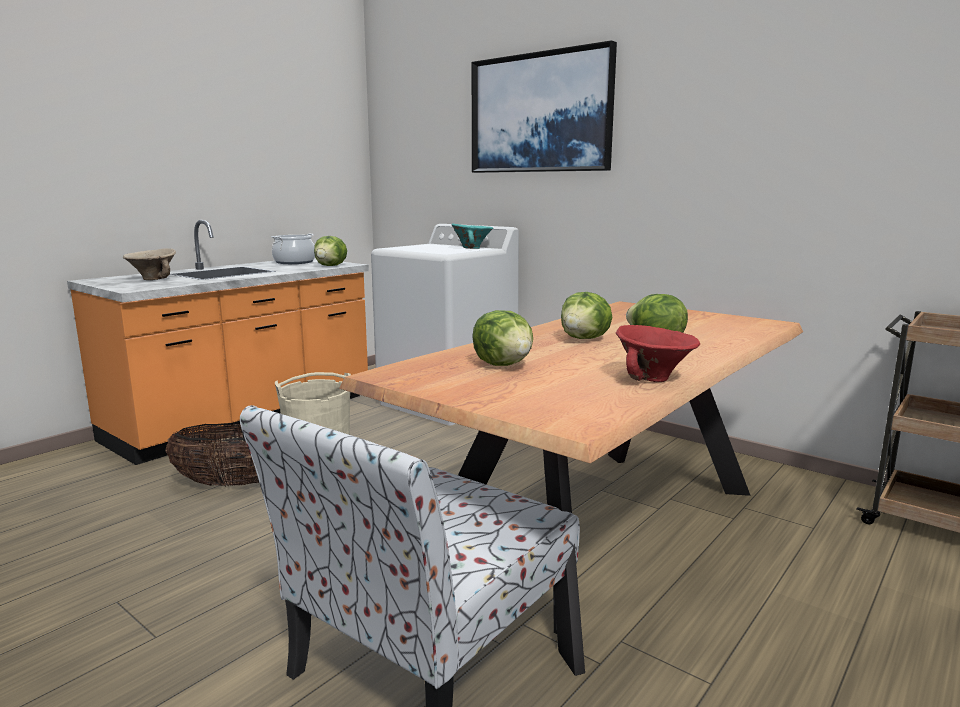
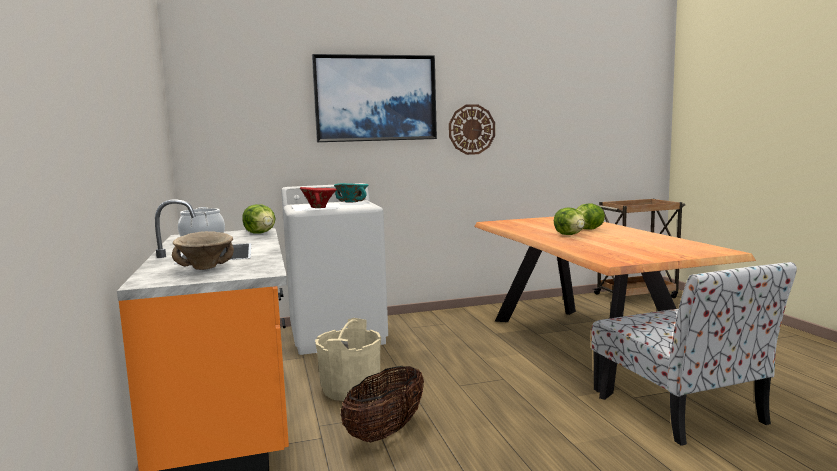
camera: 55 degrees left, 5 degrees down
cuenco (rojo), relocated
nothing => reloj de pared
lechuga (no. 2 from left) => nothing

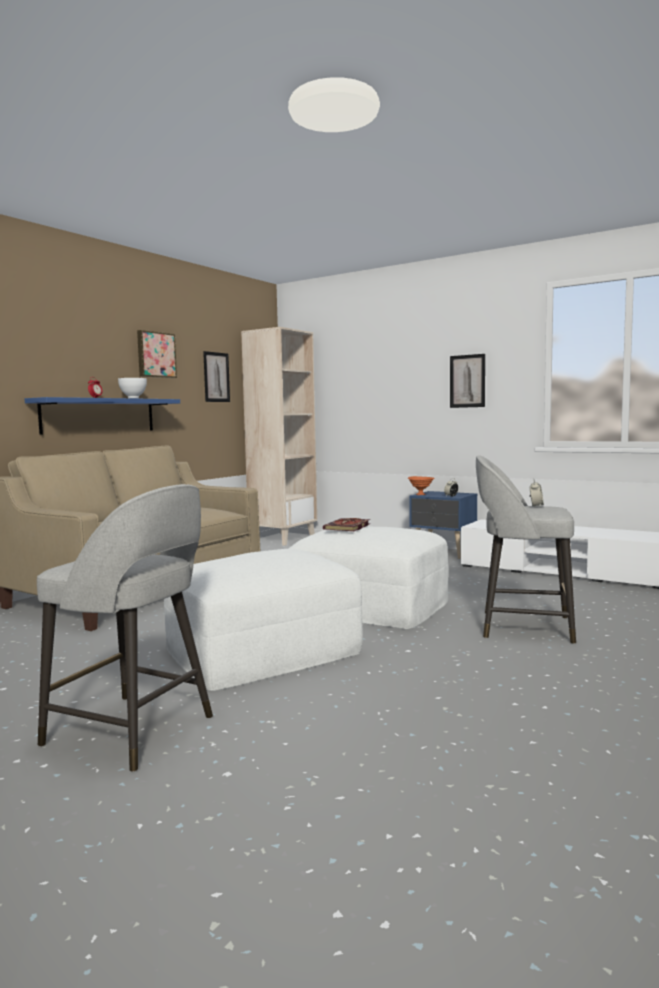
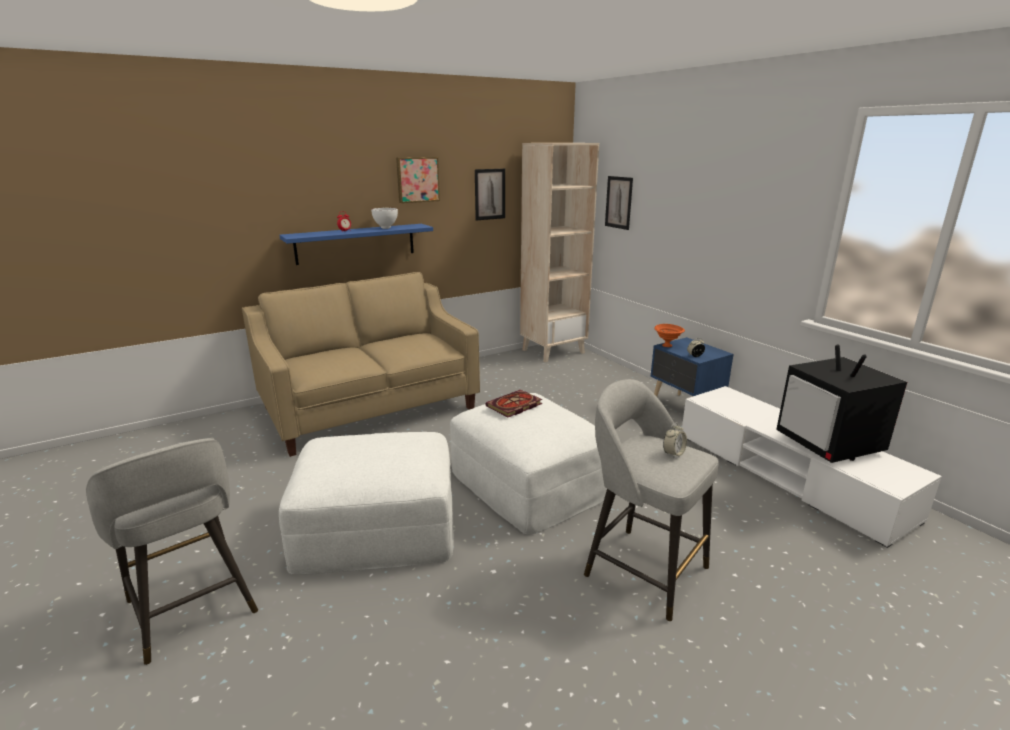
camera: 25 degrees right, 15 degrees up
cuadro (no. 3 from left), relocated
nothing => televisor

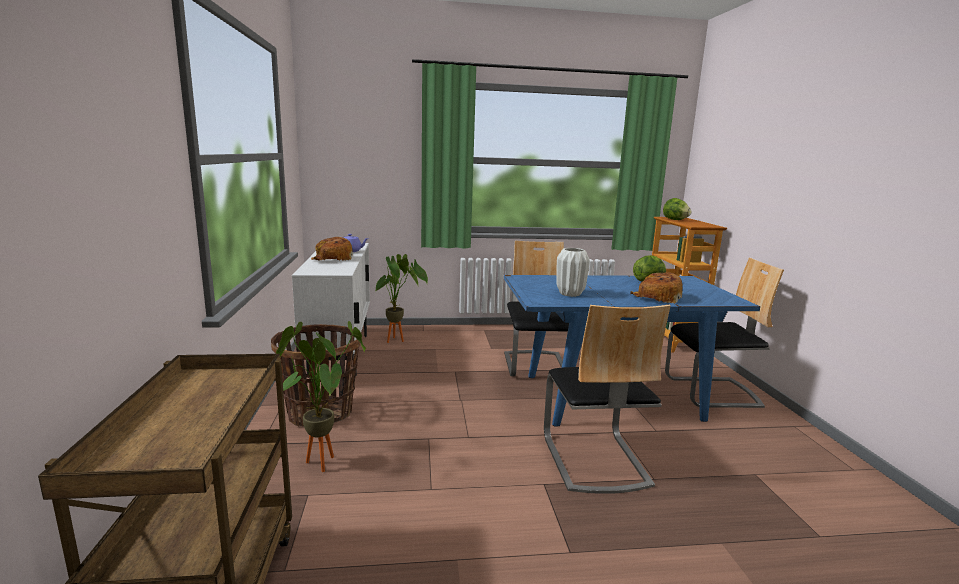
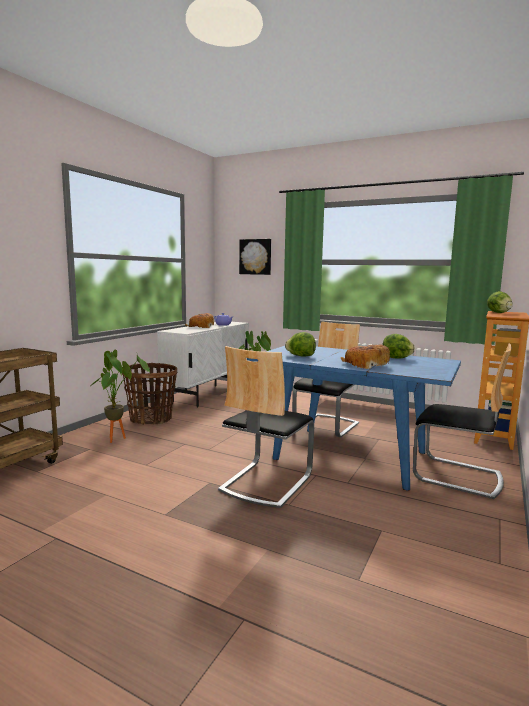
camera: 35 degrees right, 5 degrees down
nothing => cuadro
florero (blanco) => lechuga (no. 1 from left)

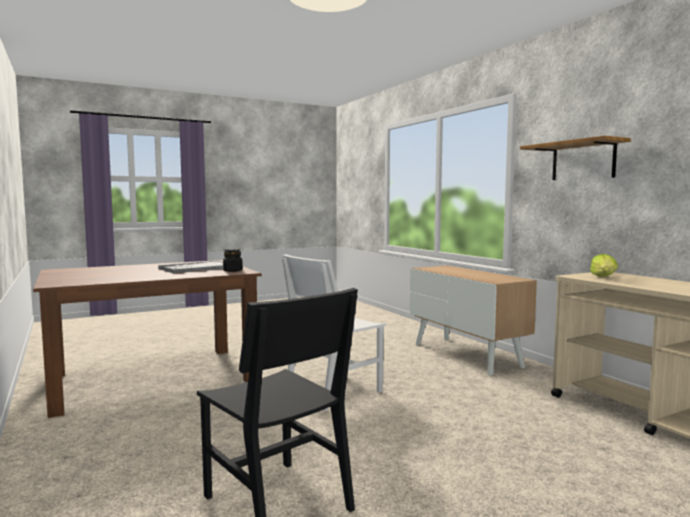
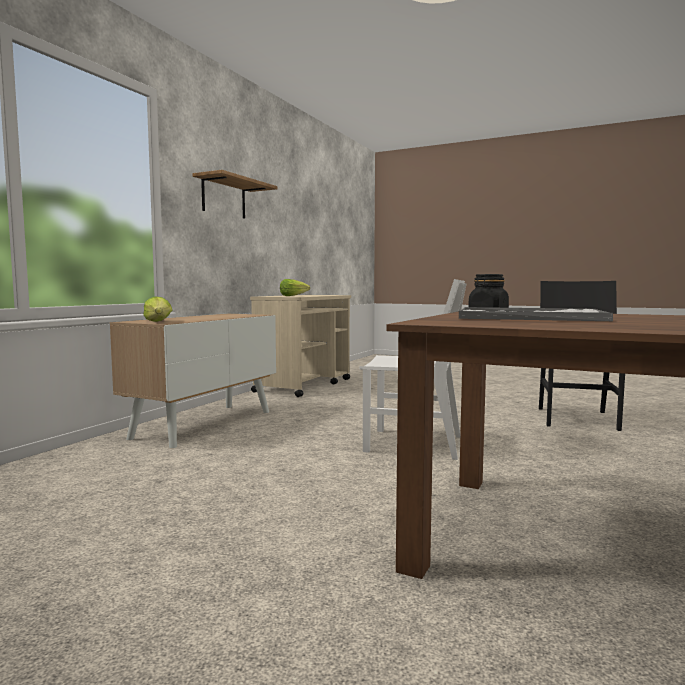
camera: 125 degrees left, 0 degrees up
nothing => lechuga (no. 1 from left)

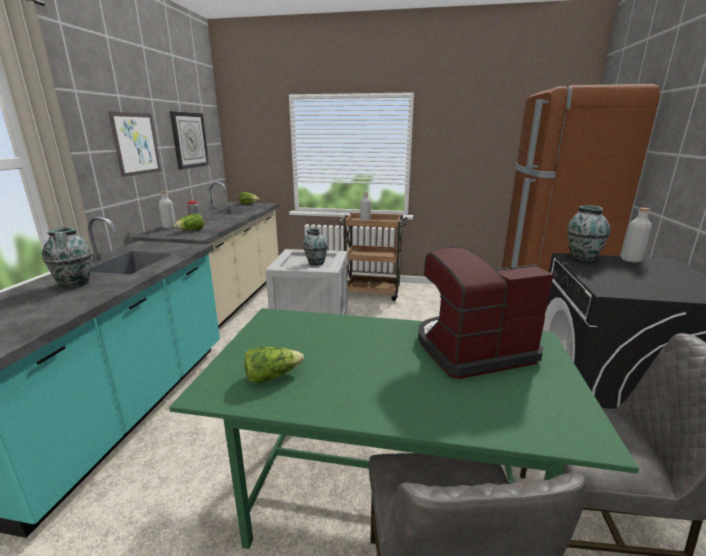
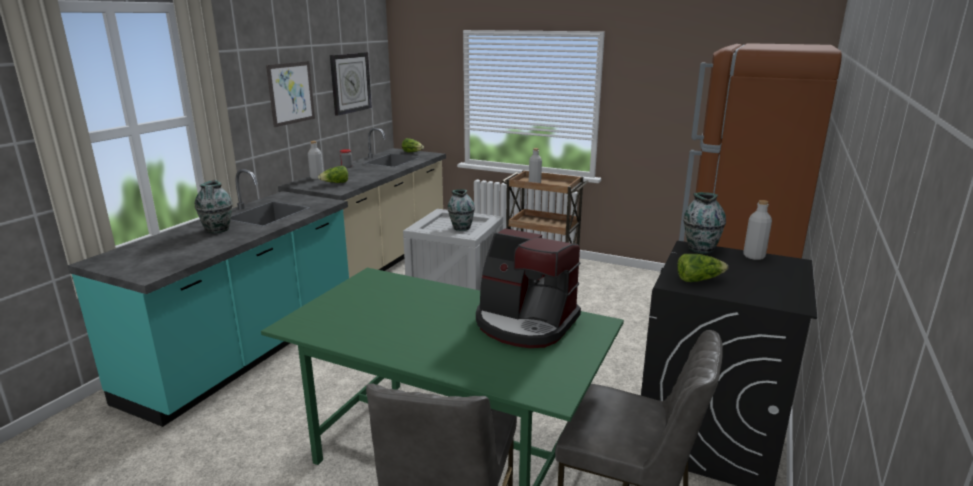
camera: 15 degrees right, 0 degrees up
cafetera, 150 degrees counterclockwise
lechuga (no. 3 from left), relocated

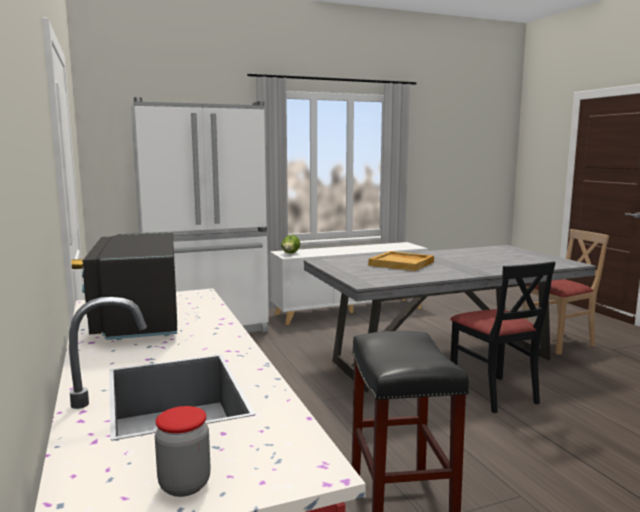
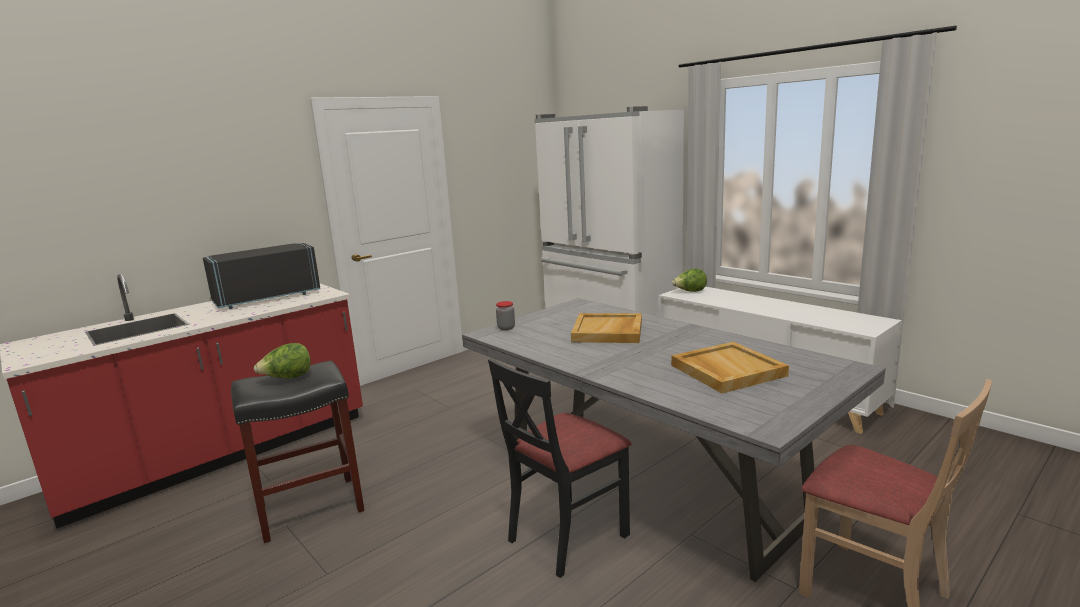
camera: 70 degrees right, 5 degrees up
nothing => lechuga (no. 1 from left)
tarro, relocated
nothing => bandeja (beis) (no. 2 from left)

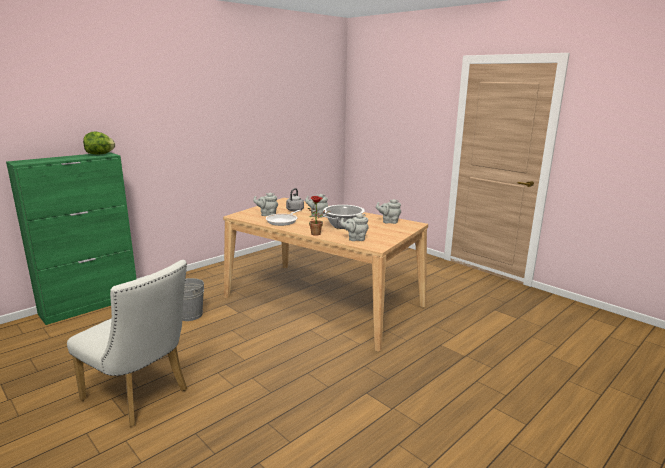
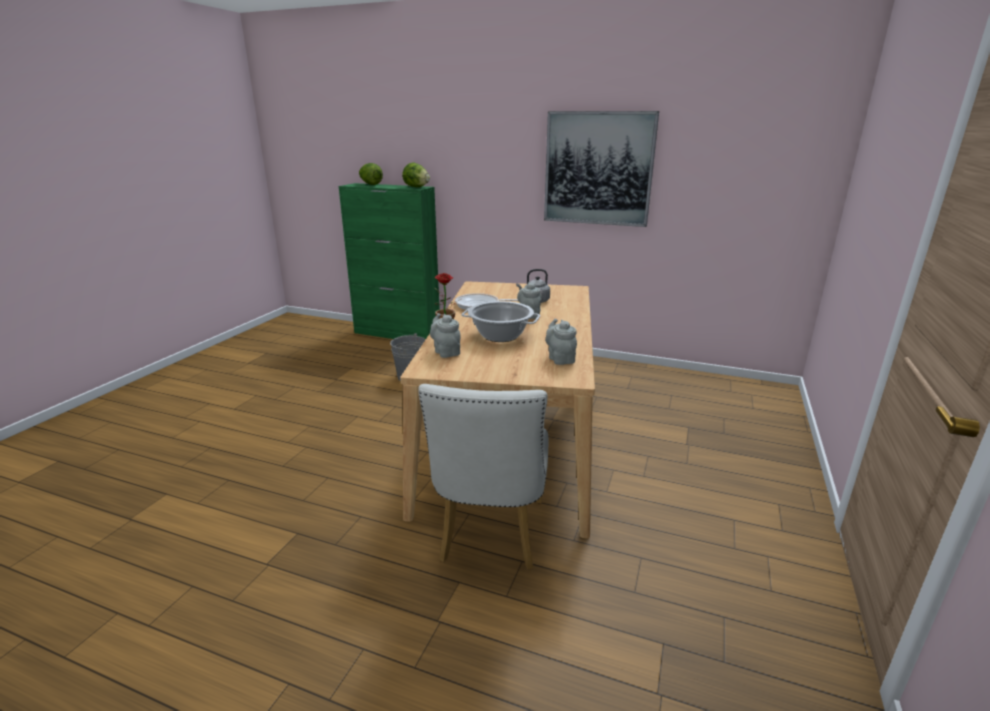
camera: 65 degrees right, 5 degrees up
nothing => lechuga (no. 1 from left)
silla (blanco), relocated
nothing => cuadro
tetera (gris) (no. 1 from left) => nothing

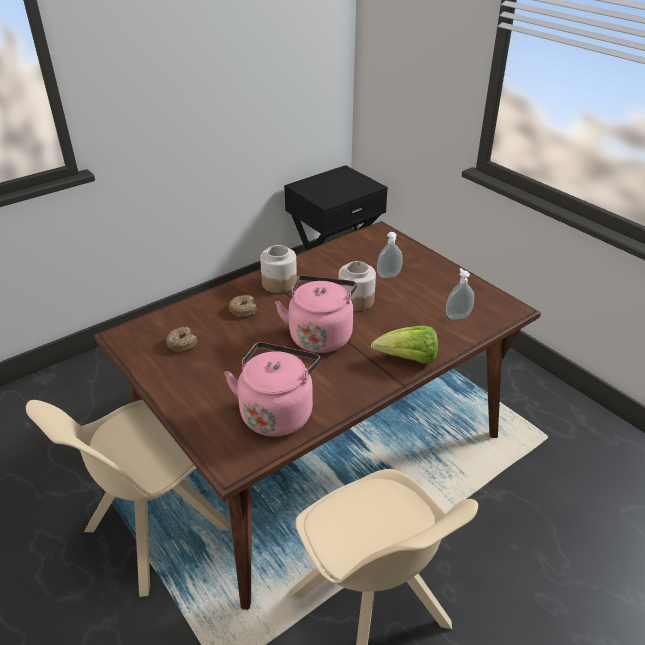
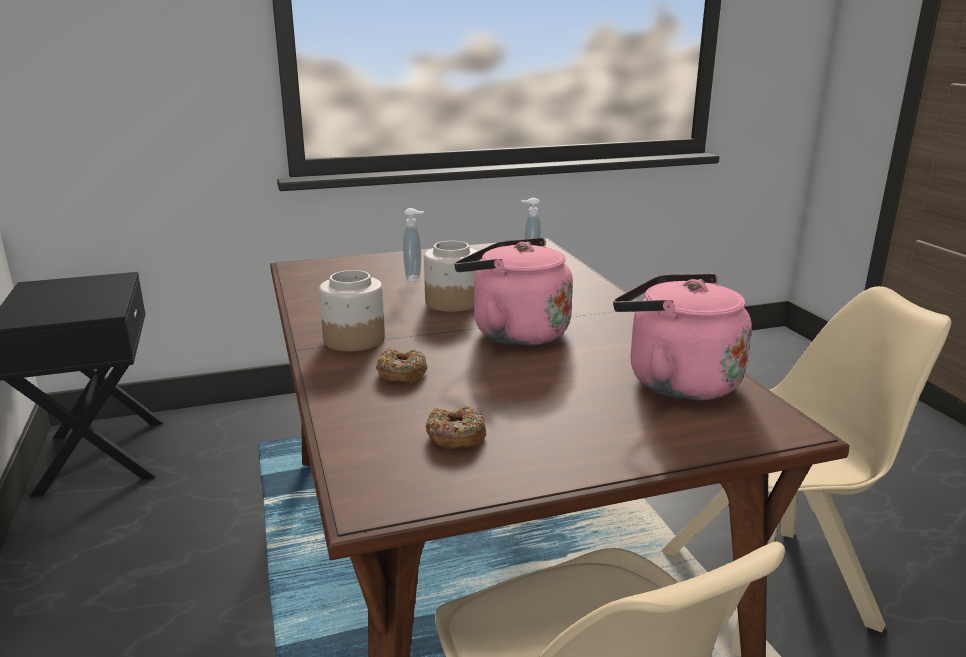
camera: 70 degrees left, 15 degrees down
lechuga => nothing

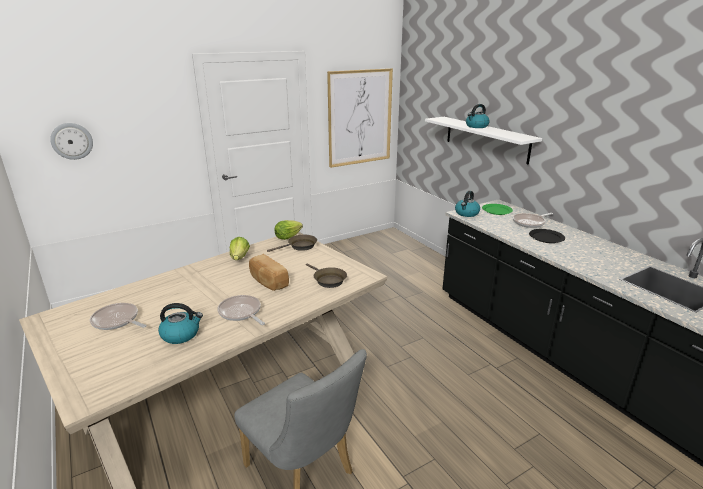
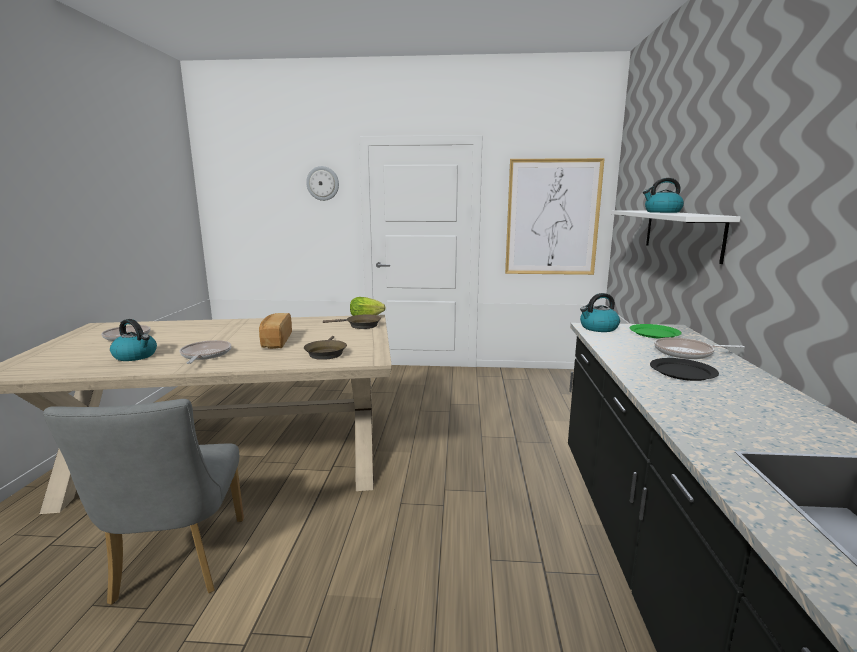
camera: 35 degrees right, 10 degrees down
reloj de pared, relocated
lechuga (no. 1 from left) => nothing

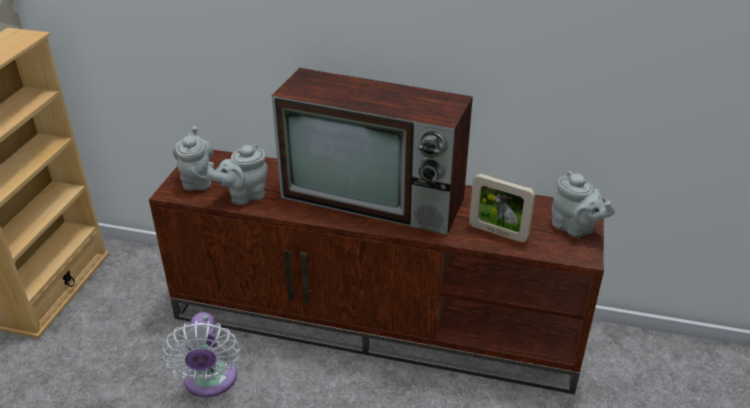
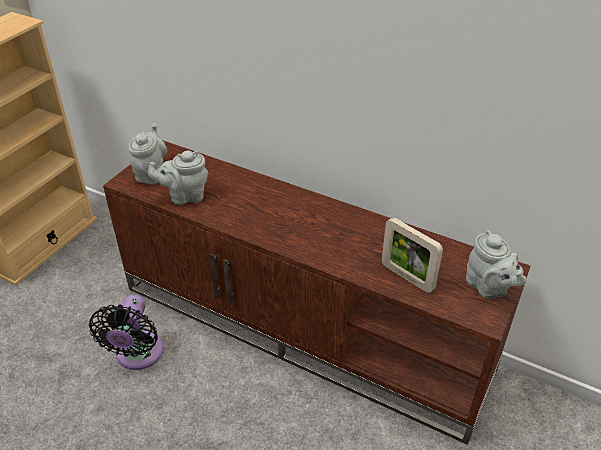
camera: 15 degrees right, 5 degrees up
ventilador (blanco) => ventilador (negro)
televisor => nothing

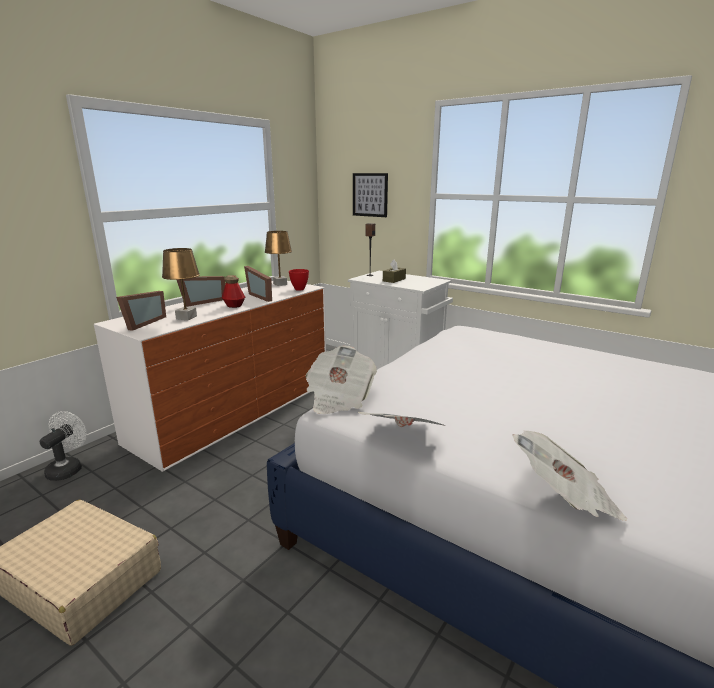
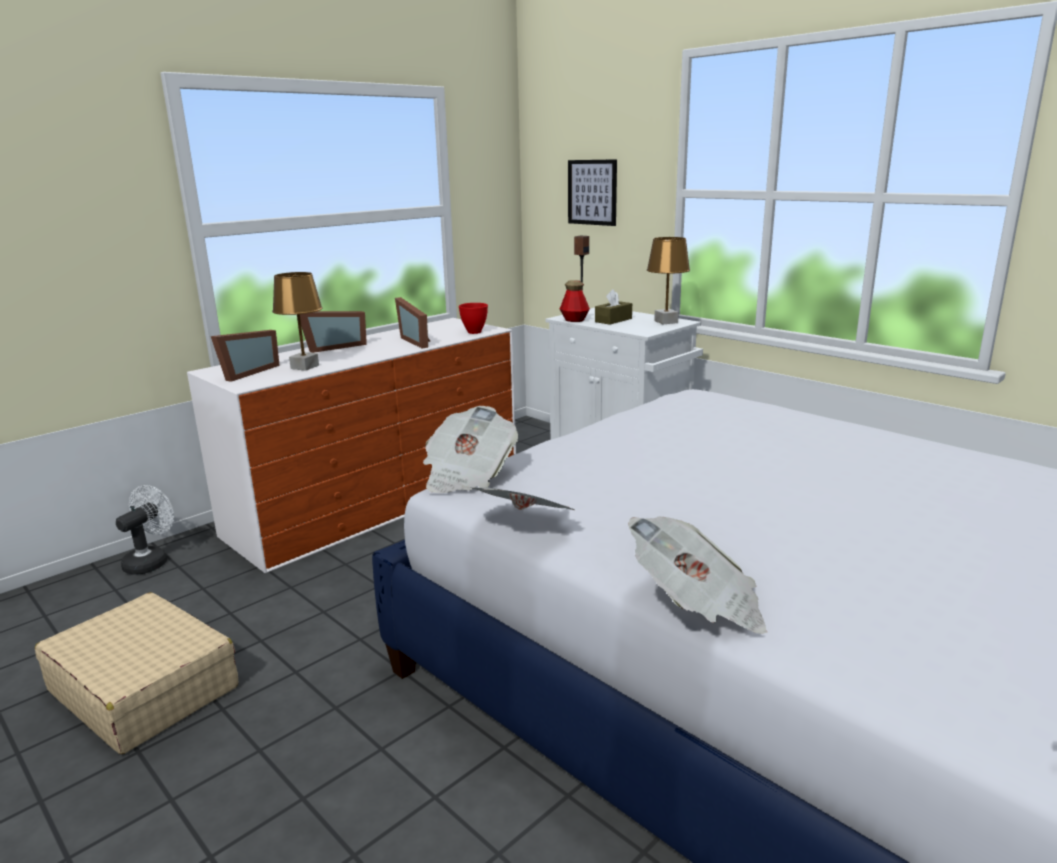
camera: 10 degrees right, 0 degrees up
botella, relocated
lámpara de mesa (marrón) (no. 2 from left), relocated

